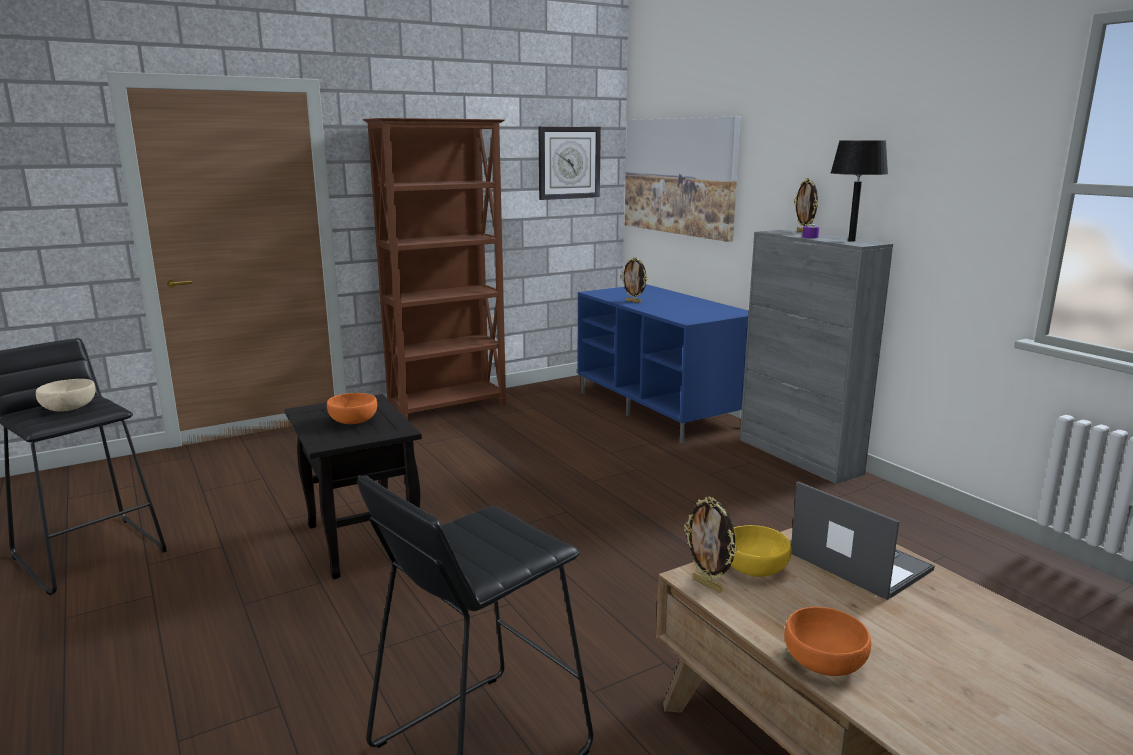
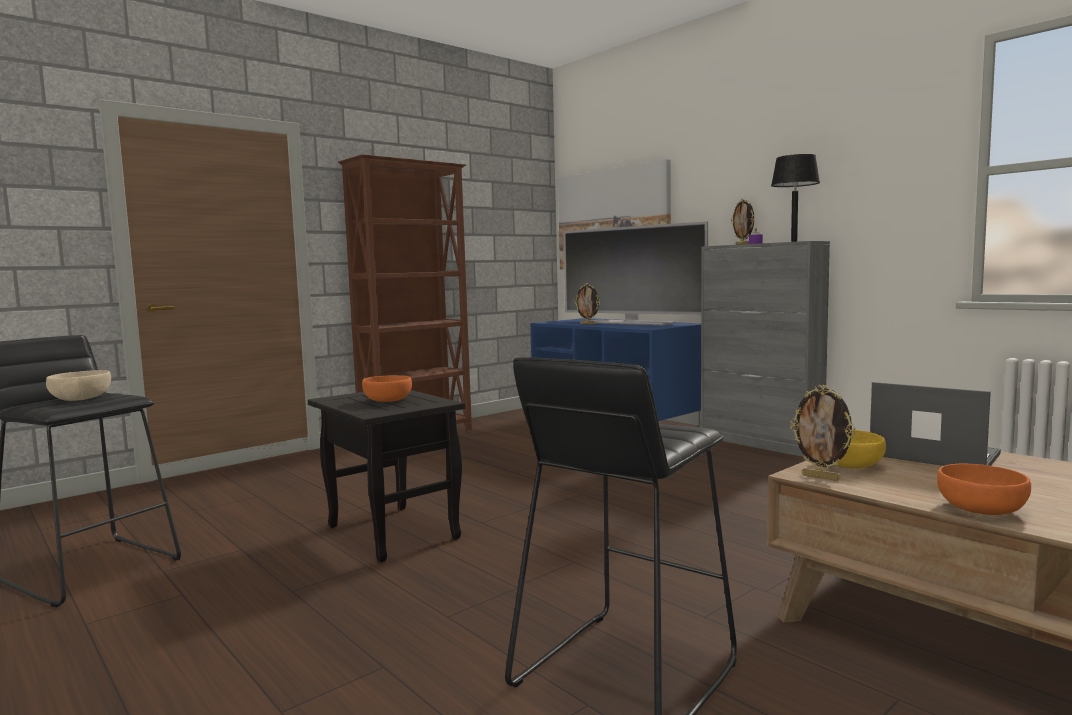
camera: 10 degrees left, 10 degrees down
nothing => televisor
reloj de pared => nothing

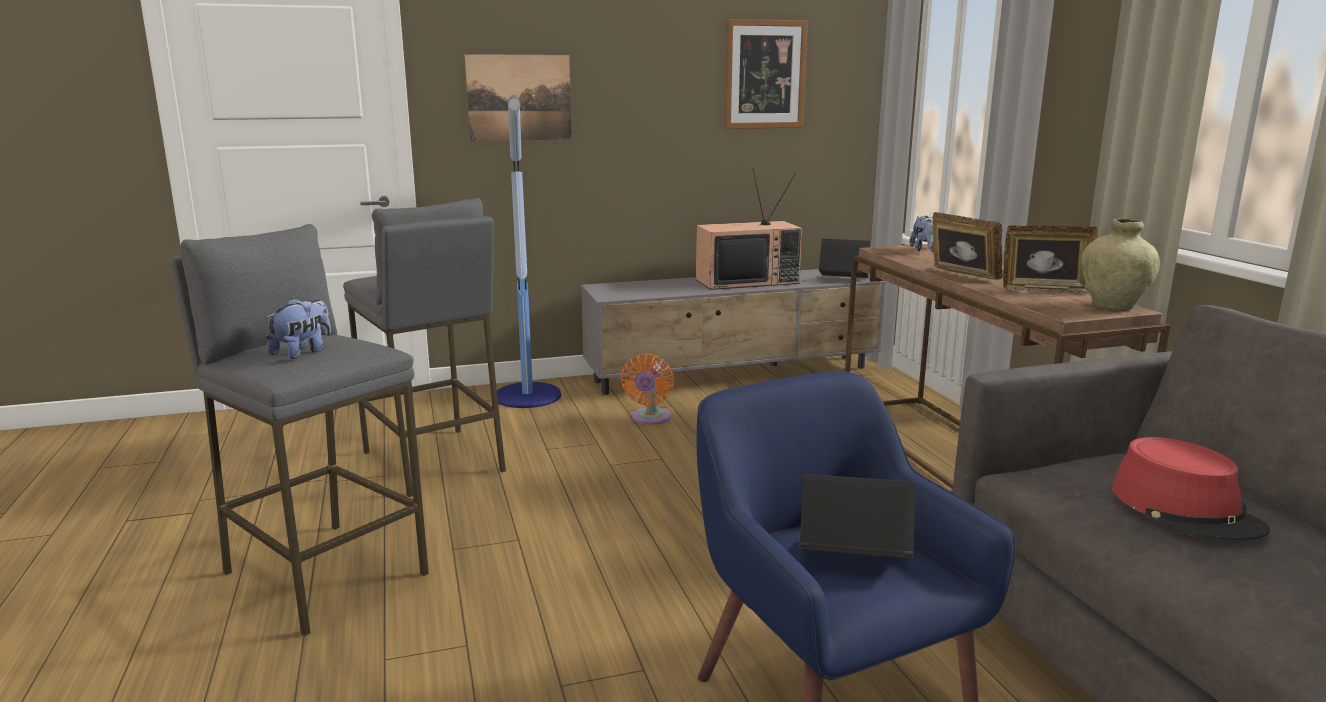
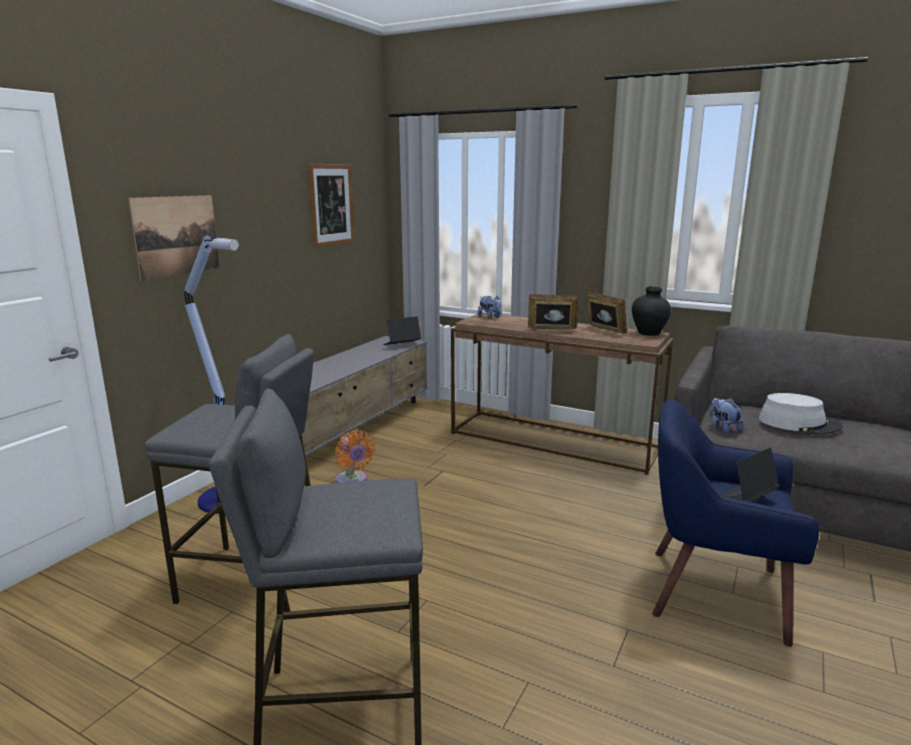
camera: 45 degrees left, 0 degrees up
portarretratos (no. 2 from left), 90 degrees counterclockwise
florero (beis) => florero (negro)
peluche (no. 1 from left in the first image) => peluche (no. 2 from left), relocated
sombrero (rojo) => sombrero (gris)
televisor => nothing

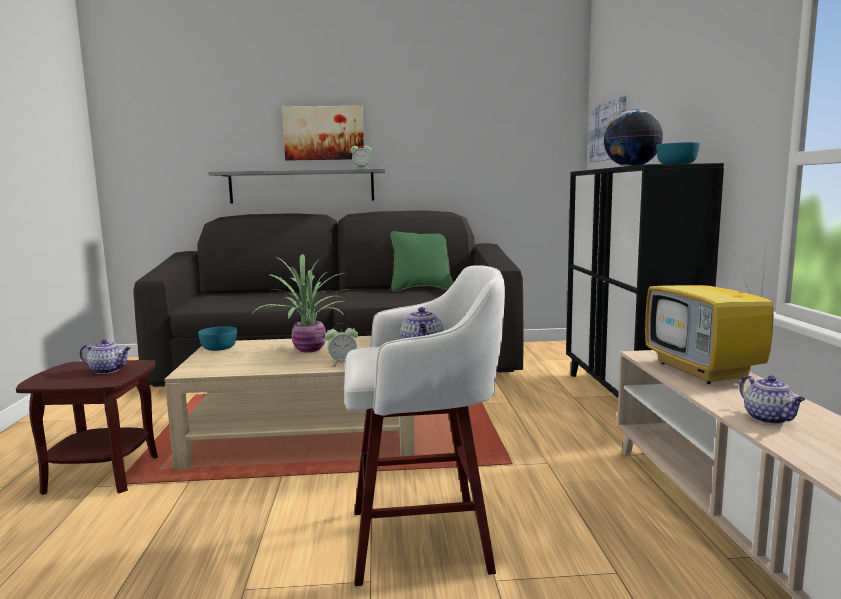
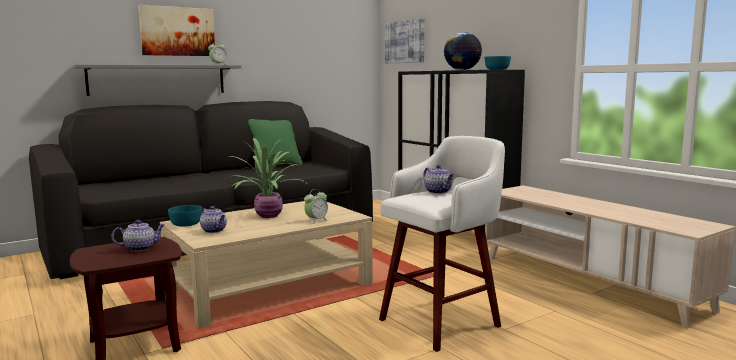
camera: 30 degrees left, 0 degrees up
tetera (no. 3 from left in the first image) => tetera (no. 2 from left), relocated
televisor => nothing

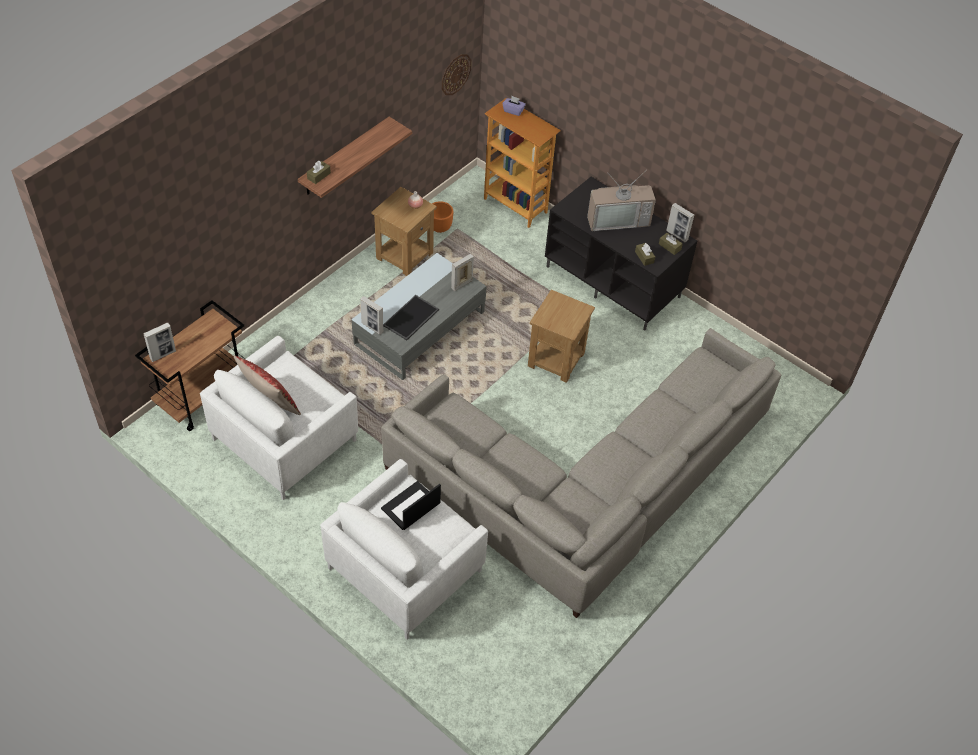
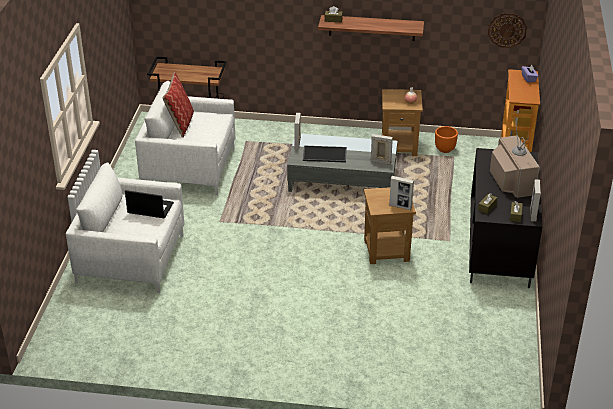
camera: 60 degrees right, 15 degrees down
portarretratos (no. 1 from left in the first image) => portarretratos (no. 3 from left), relocated
televisor, 150 degrees counterclockwise
sofá (gris) => nothing

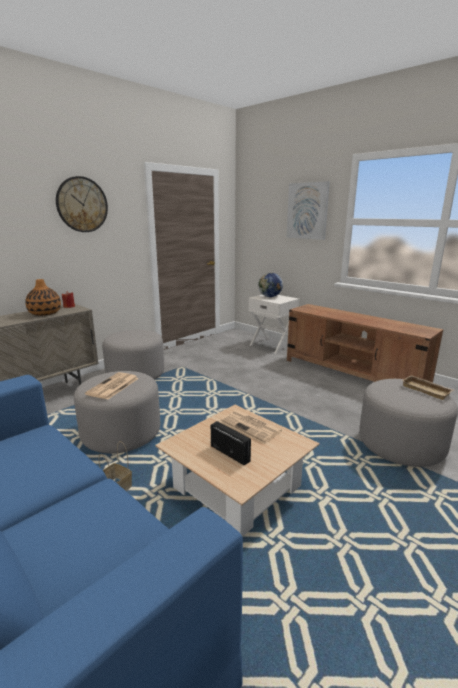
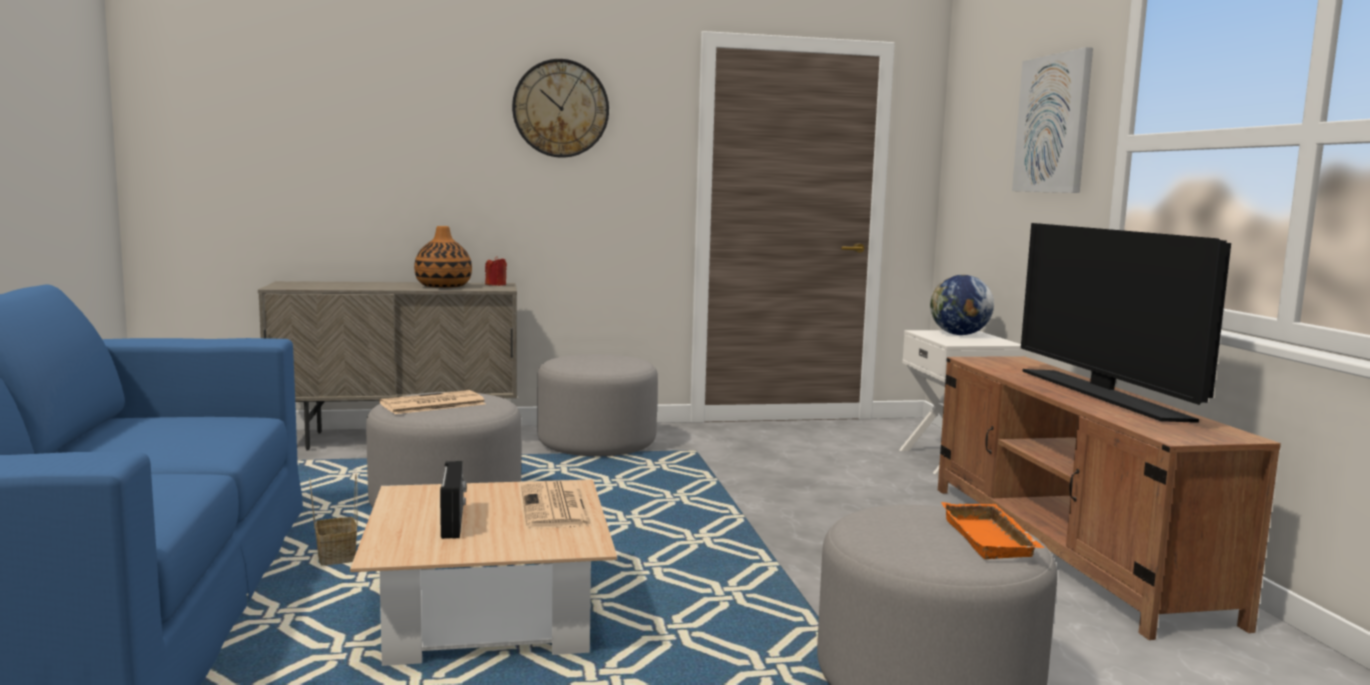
camera: 35 degrees right, 10 degrees down
bandeja (beis) => bandeja (naranja)
nothing => televisor

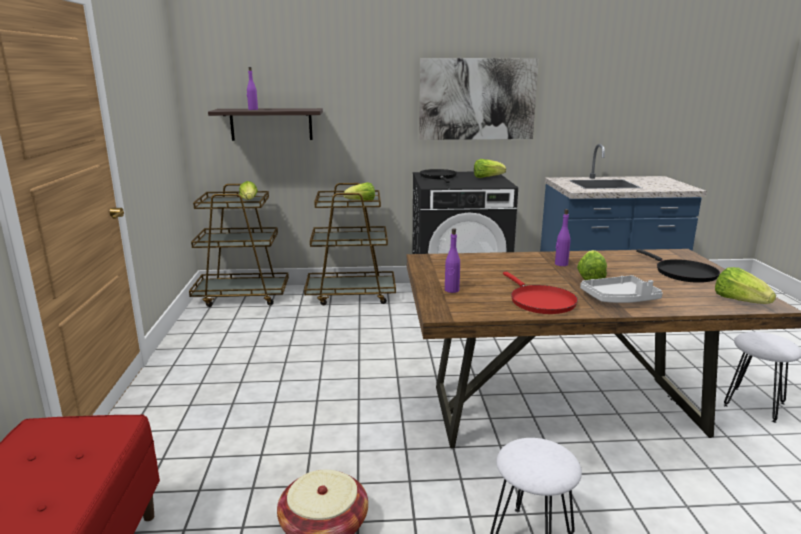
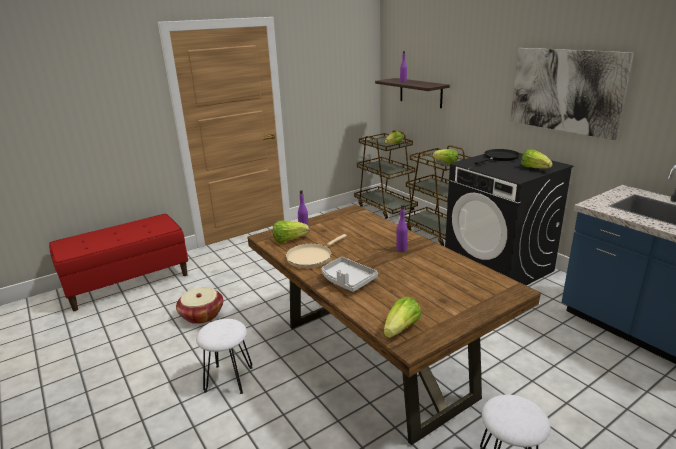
camera: 60 degrees right, 5 degrees up
lechuga (no. 4 from left in the first image) => lechuga (no. 1 from left), relocated
sartén (rojo) => sartén (beis)
sartén (negro) (no. 2 from left) => nothing

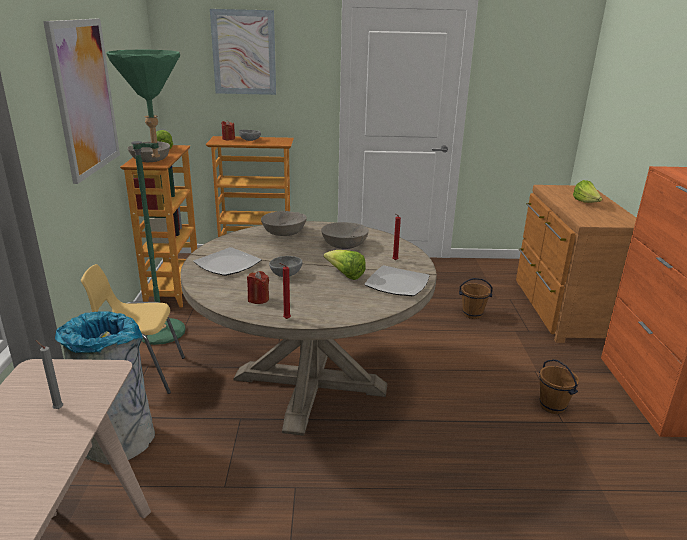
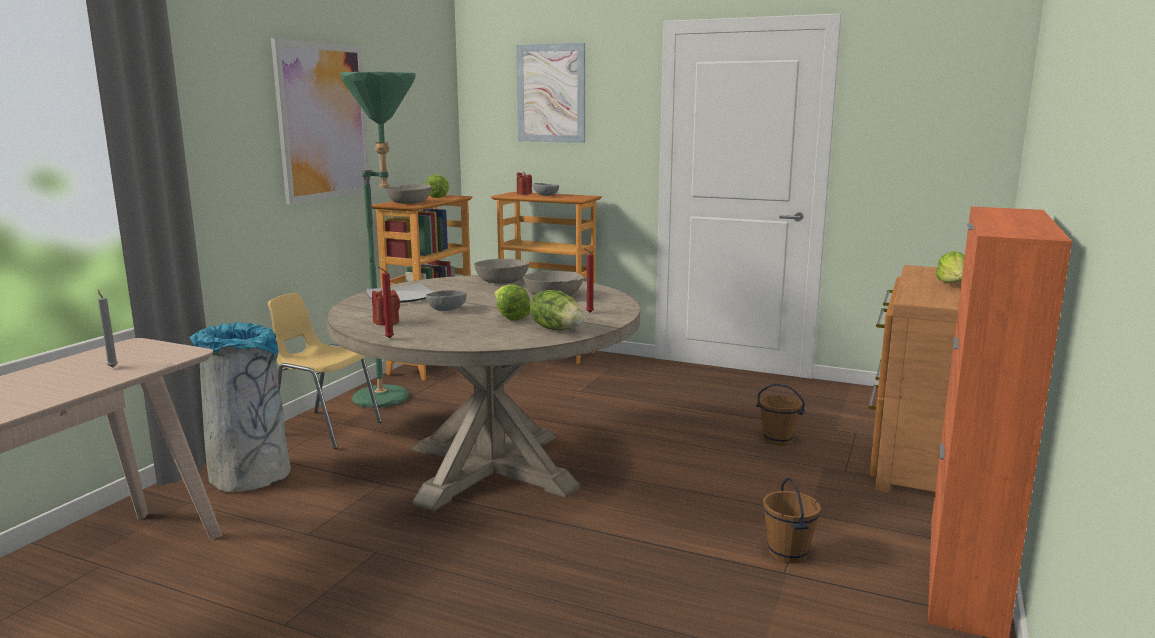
camera: 25 degrees right, 10 degrees down
plato (no. 2 from left) => lechuga (no. 3 from left)

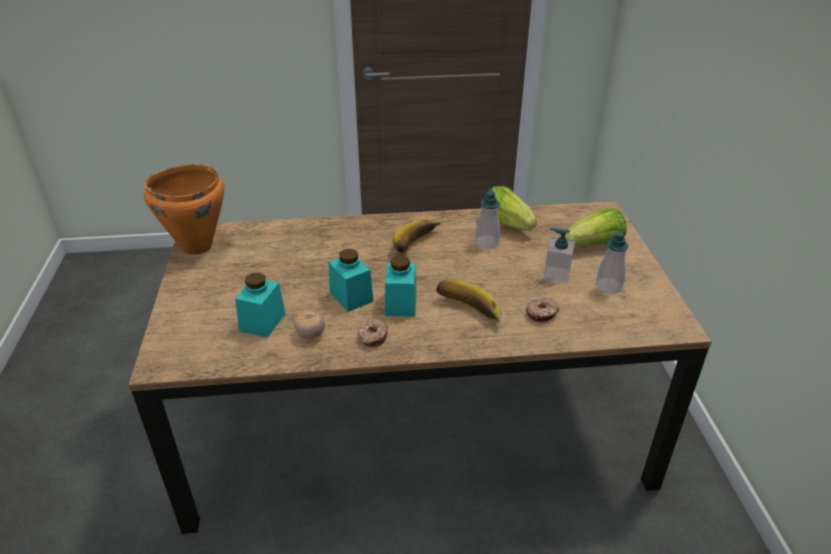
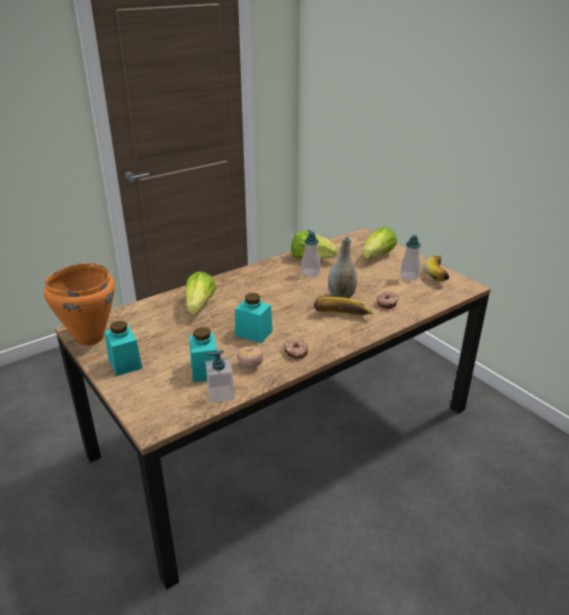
camera: 30 degrees left, 5 degrees down
tarro (turquesa) (no. 3 from left in the first image) => tarro (turquesa) (no. 1 from left), relocated
nothing => lechuga (no. 1 from left)
dispensador de jabón (no. 2 from left in the first image) => dispensador de jabón (no. 1 from left), relocated
nothing => florero (gris)
plátano (no. 1 from left in the first image) => plátano (no. 2 from left), relocated

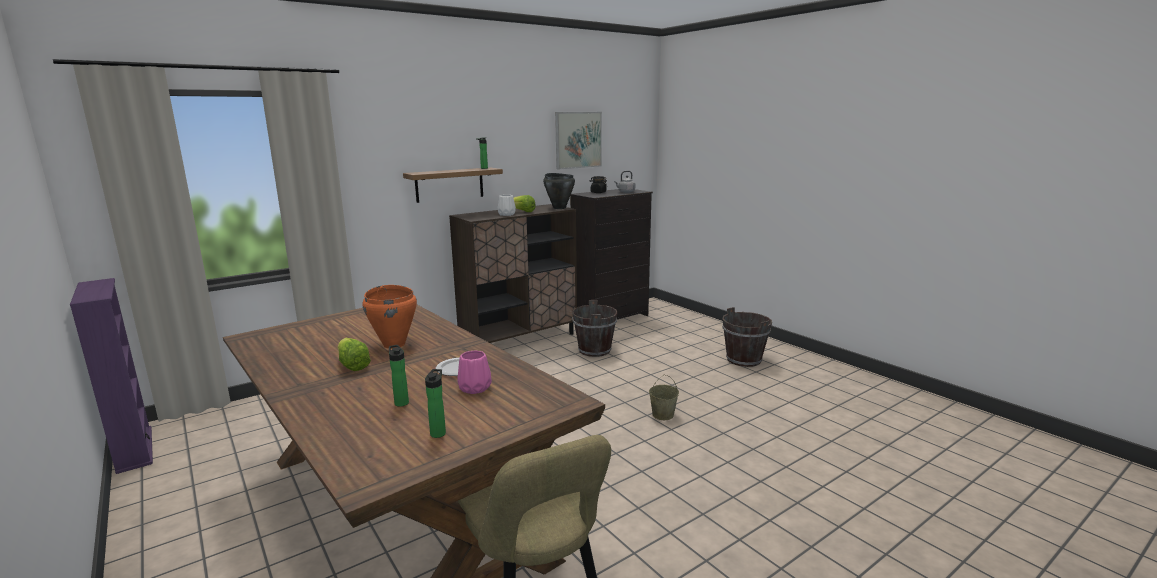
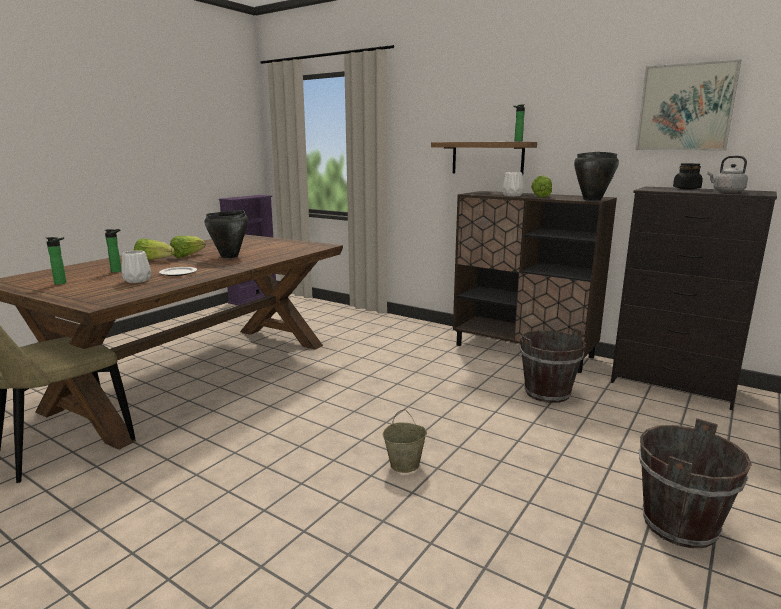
camera: 70 degrees right, 0 degrees up
florero (rosa) => florero (blanco) (no. 1 from left)
nothing => lechuga (no. 1 from left)
olla (naranja) => olla (negro) (no. 1 from left)

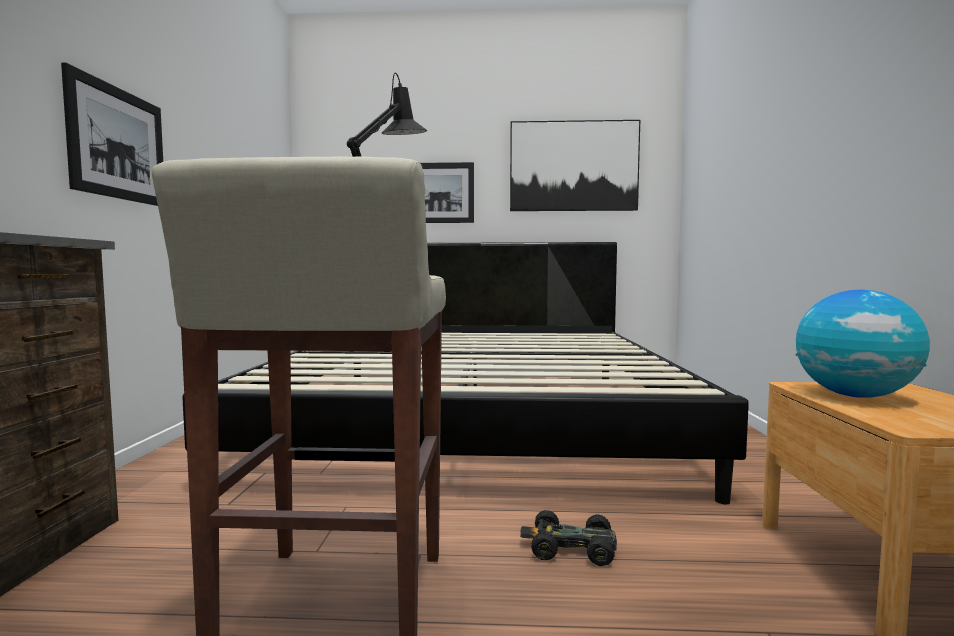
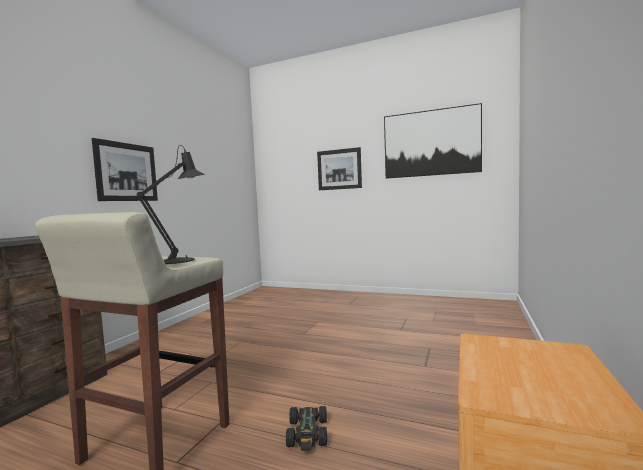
camera: 20 degrees right, 0 degrees up
coche de juguete (negro), 120 degrees counterclockwise
cama => nothing
globo terráqueo => nothing

